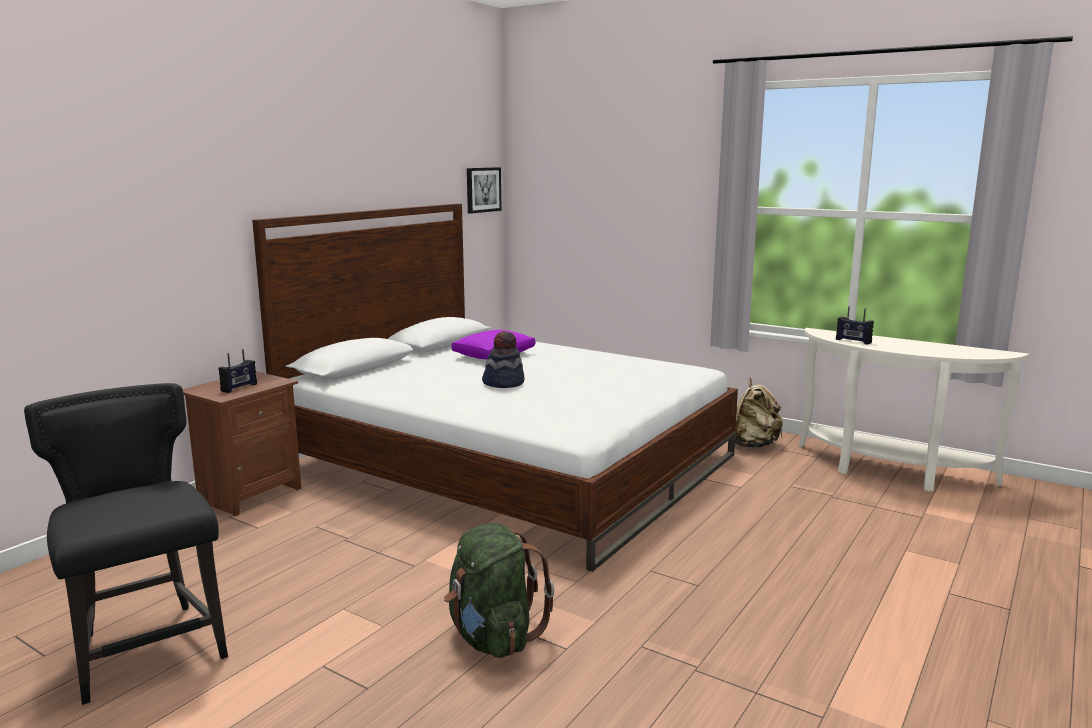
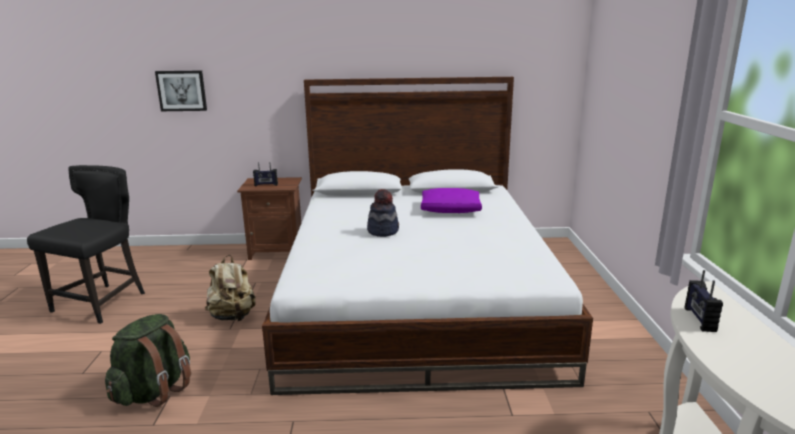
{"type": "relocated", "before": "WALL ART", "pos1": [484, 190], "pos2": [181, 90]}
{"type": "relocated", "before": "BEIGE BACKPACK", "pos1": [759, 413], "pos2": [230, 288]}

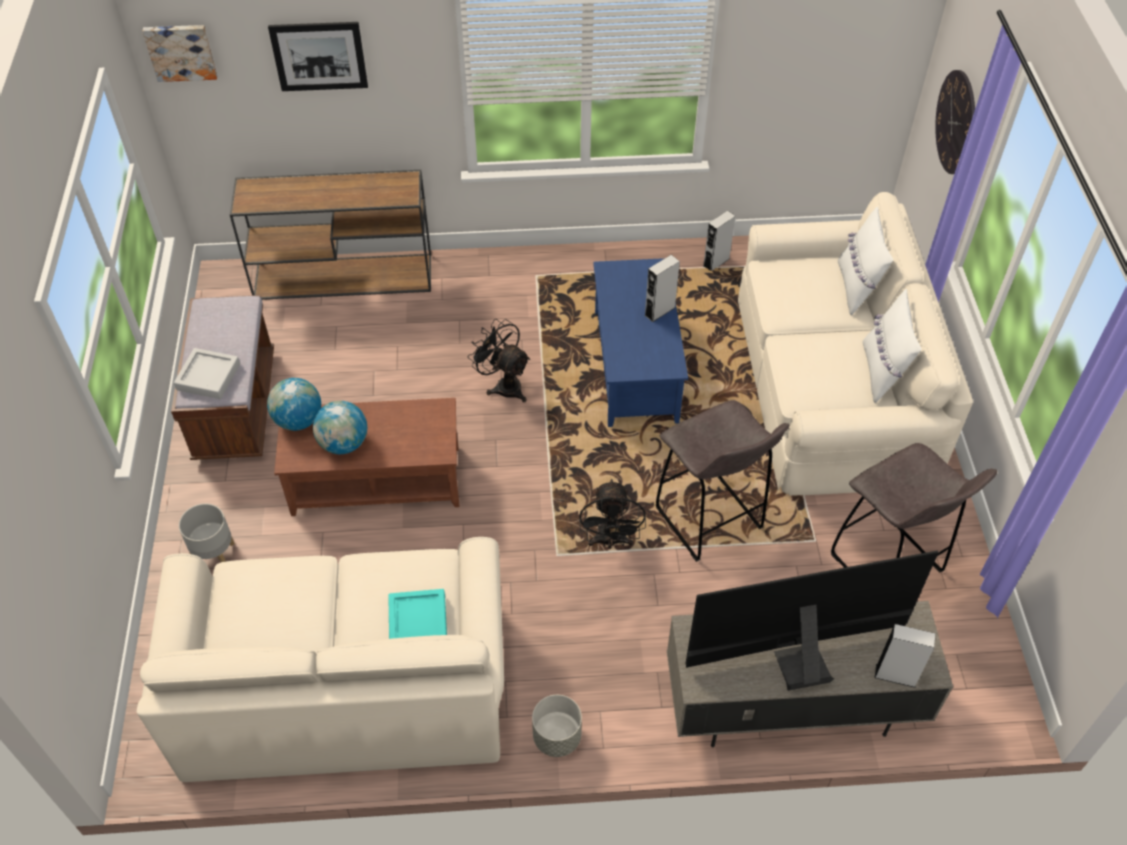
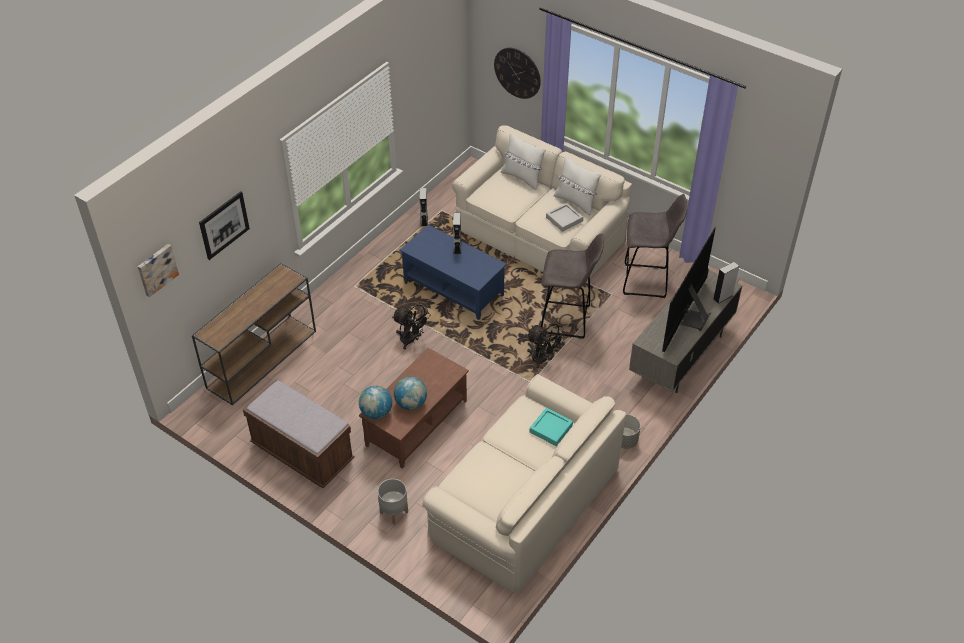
{"type": "spun", "before": "BLACKISH COOLING FAN", "pos1": [499, 360], "pos2": [411, 327], "turn": -135}
{"type": "relocated", "before": "GREYISH TRAY", "pos1": [207, 373], "pos2": [564, 217]}

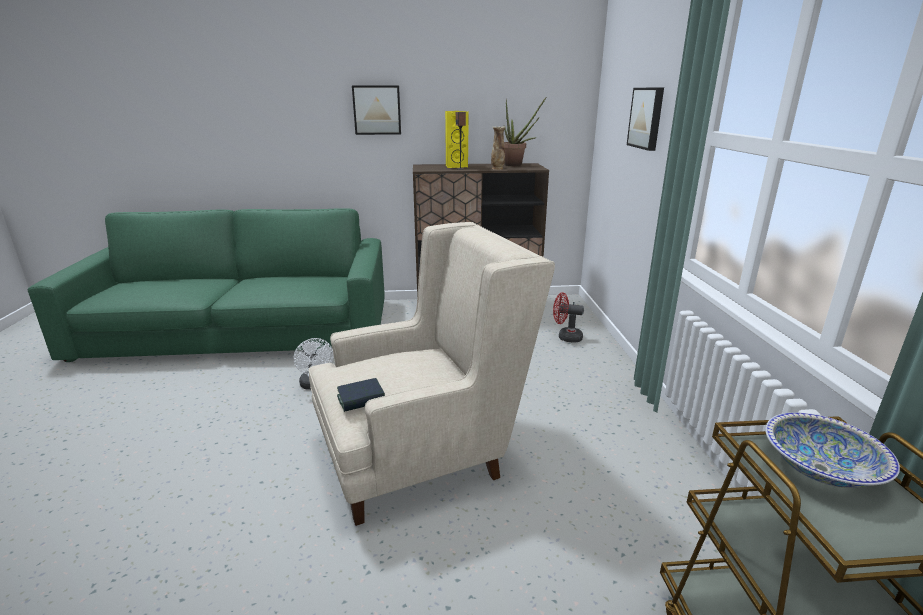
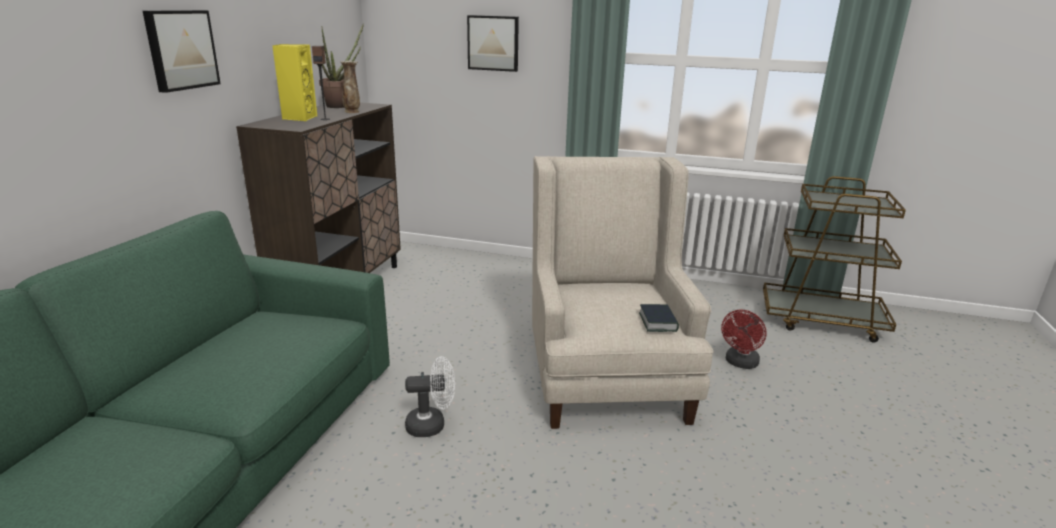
{"type": "relocated", "before": "REDDISH COOLING FAN", "pos1": [568, 317], "pos2": [744, 339]}
{"type": "missing", "before": "SERVING BOWL", "pos1": [832, 450]}

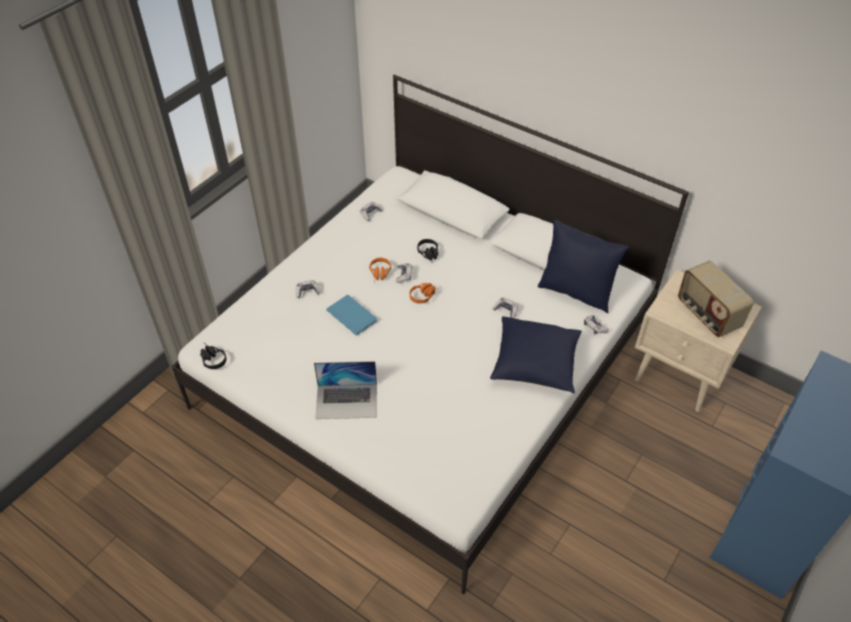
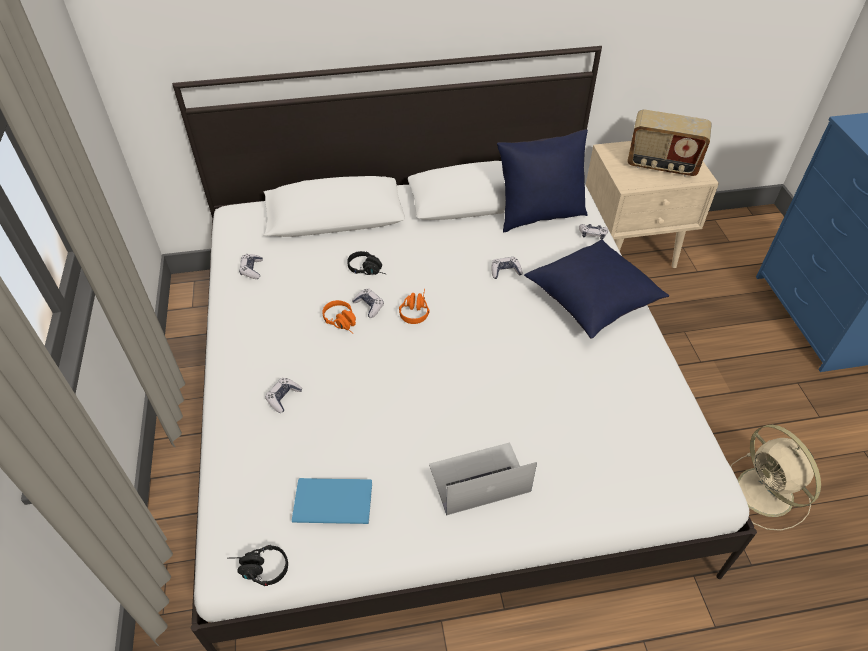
{"type": "relocated", "before": "BLUE BOUND BOOK", "pos1": [351, 315], "pos2": [332, 501]}
{"type": "spun", "before": "PORTABLE COMPUTER", "pos1": [345, 390], "pos2": [483, 479], "turn": -150}
{"type": "appeared", "after": "BEIGE COOLING FAN", "pos2": [775, 478]}

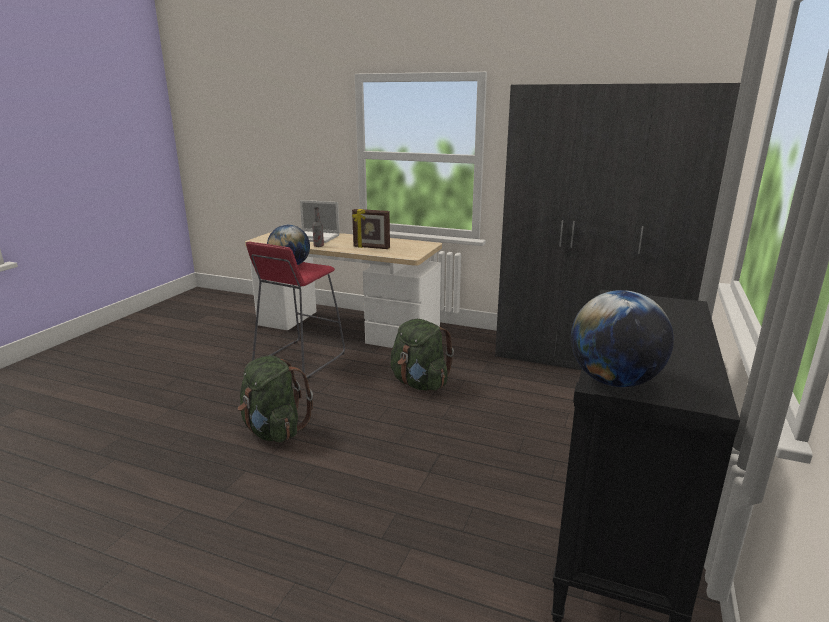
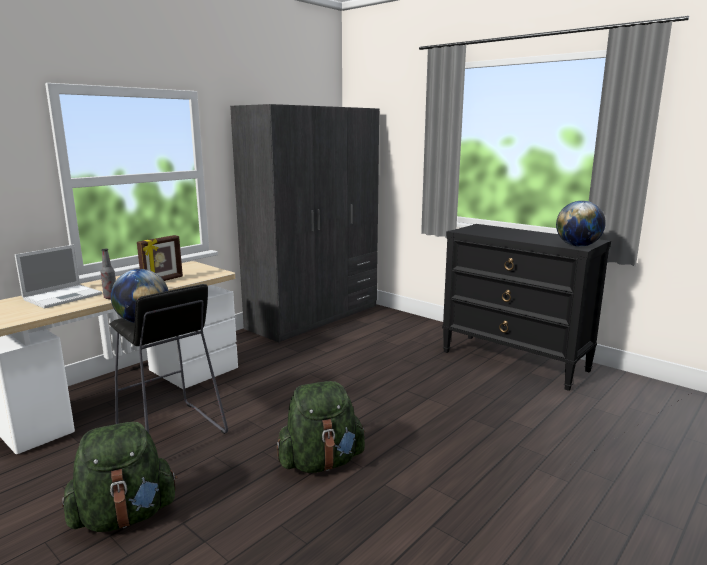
{"type": "colour", "before": "REDDISH STOOL SEAT", "after": "BLACKISH STOOL SEAT", "pos1": [295, 310], "pos2": [168, 359]}
{"type": "relocated", "before": "GREENISH BACKPACK", "pos1": [422, 355], "pos2": [120, 477]}

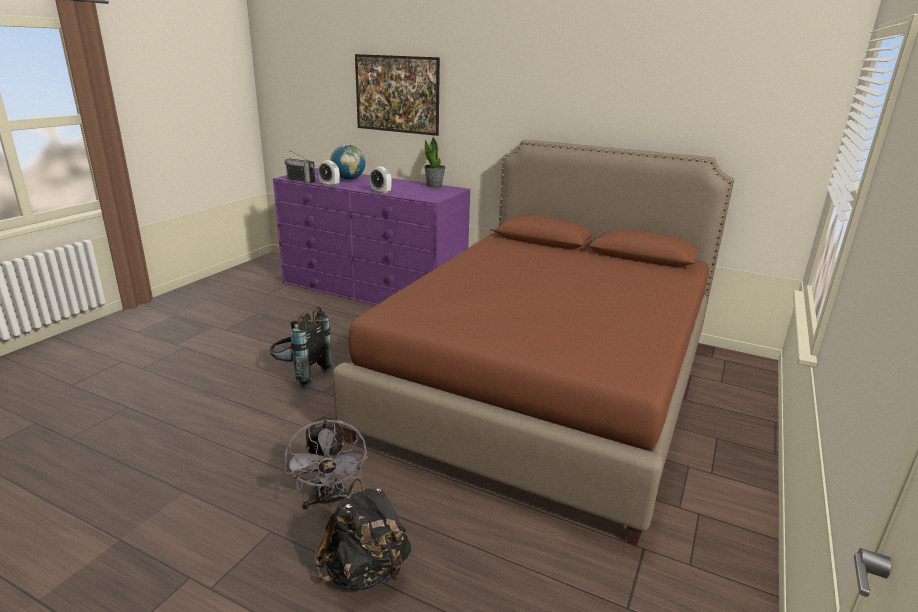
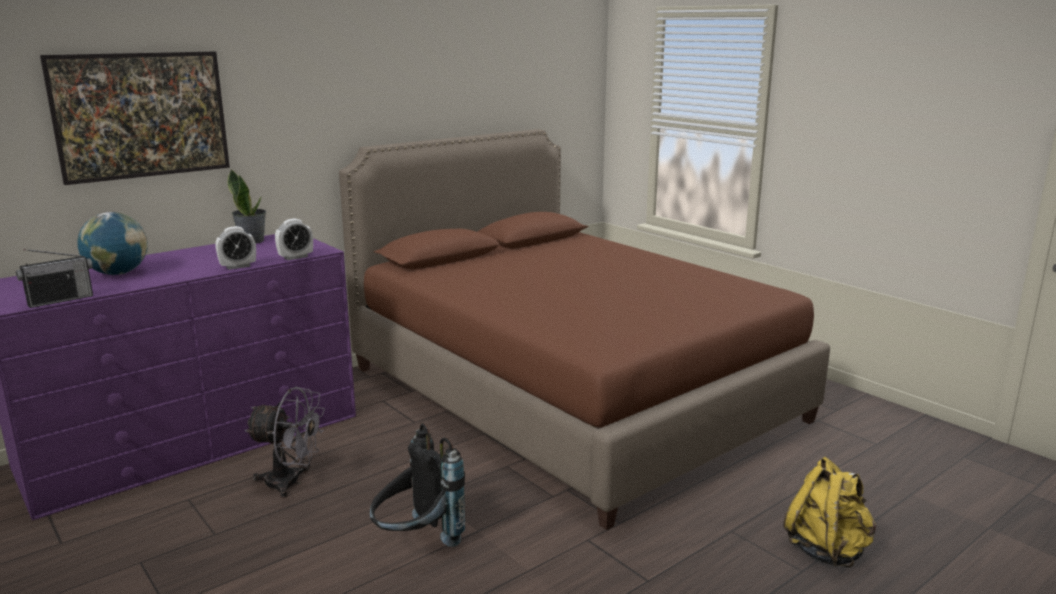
{"type": "relocated", "before": "TABLE CLOCK", "pos1": [329, 173], "pos2": [294, 239]}
{"type": "relocated", "before": "GREYISH COOLING FAN", "pos1": [326, 462], "pos2": [284, 442]}
{"type": "colour", "before": "BLACKISH BACKPACK", "after": "YELLOW BACKPACK", "pos1": [363, 534], "pos2": [829, 512]}

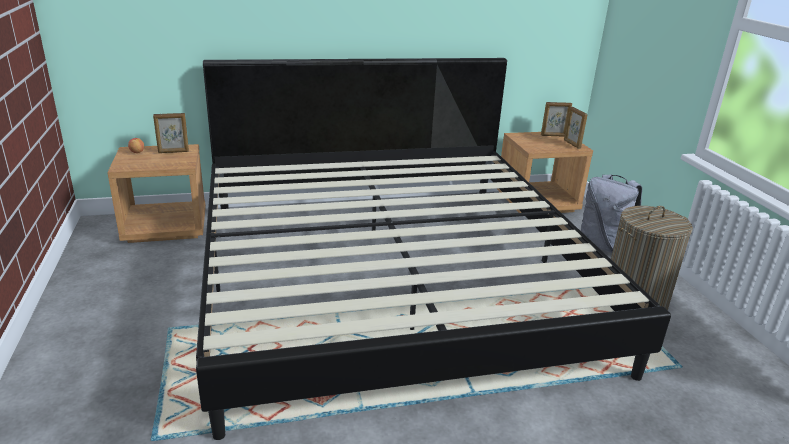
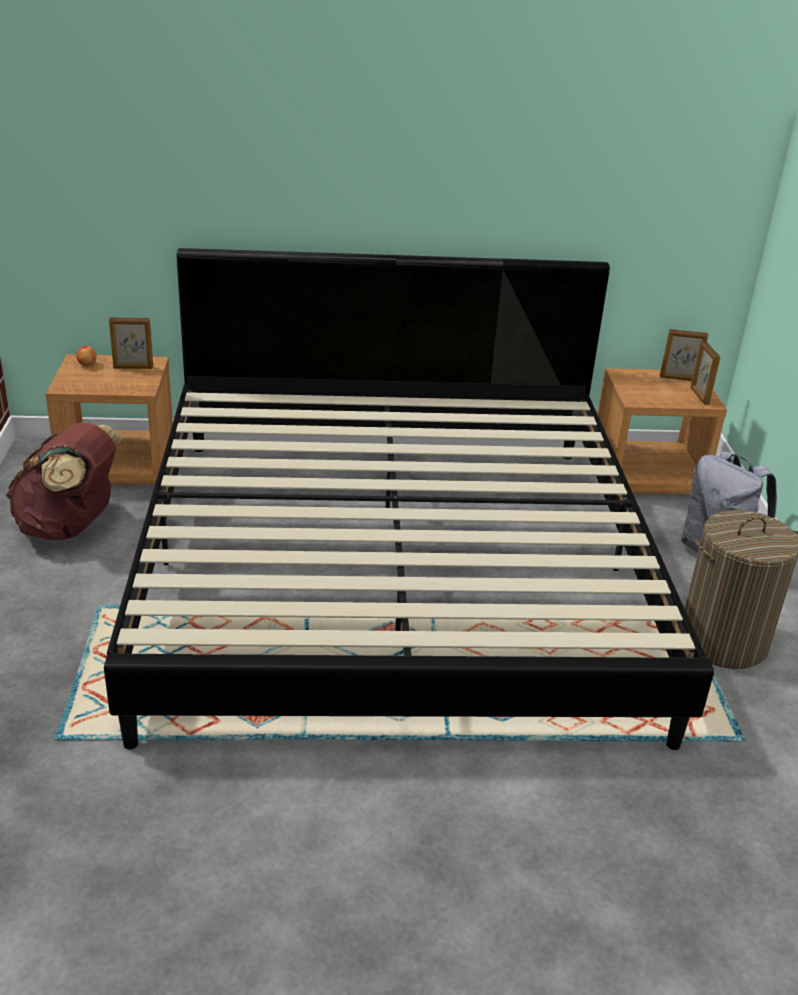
{"type": "appeared", "after": "BROWN BACKPACK", "pos2": [64, 481]}

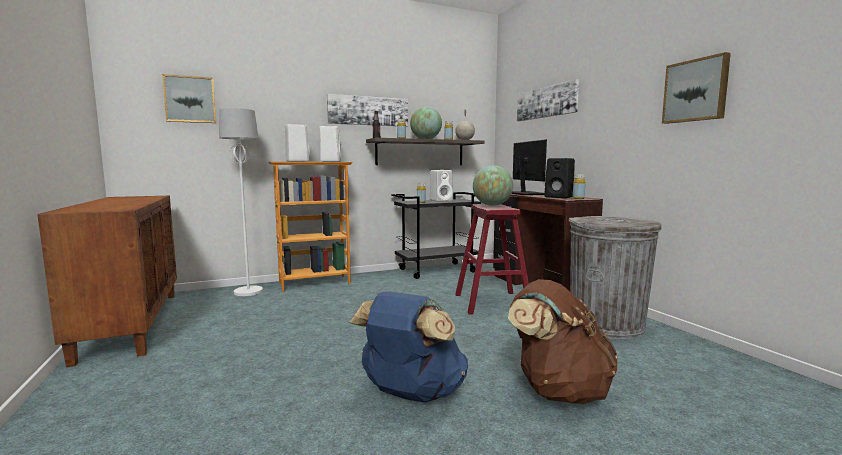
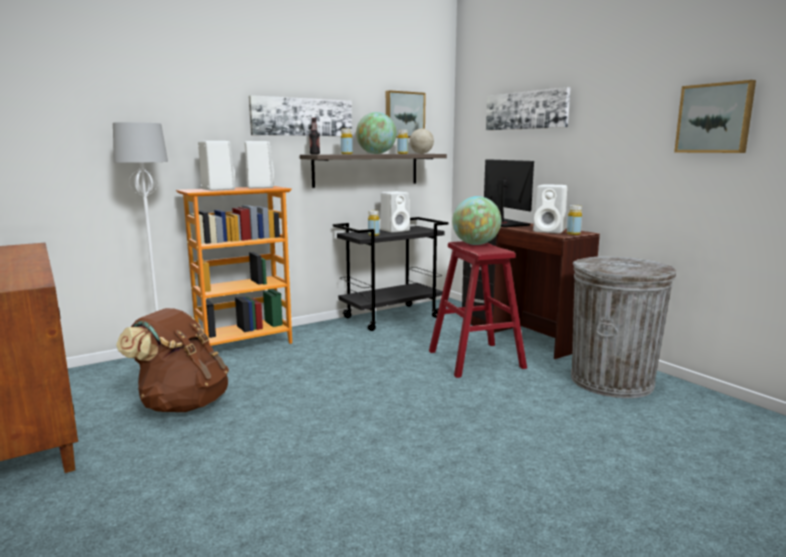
{"type": "relocated", "before": "WALL ART", "pos1": [189, 98], "pos2": [406, 114]}
{"type": "colour", "before": "BLACKISH AUDIO SPEAKER", "after": "WHITE AUDIO SPEAKER", "pos1": [559, 178], "pos2": [550, 209]}
{"type": "relocated", "before": "BROWN BACKPACK", "pos1": [563, 341], "pos2": [172, 360]}
{"type": "missing", "before": "BLUE BACKPACK", "pos1": [408, 347]}

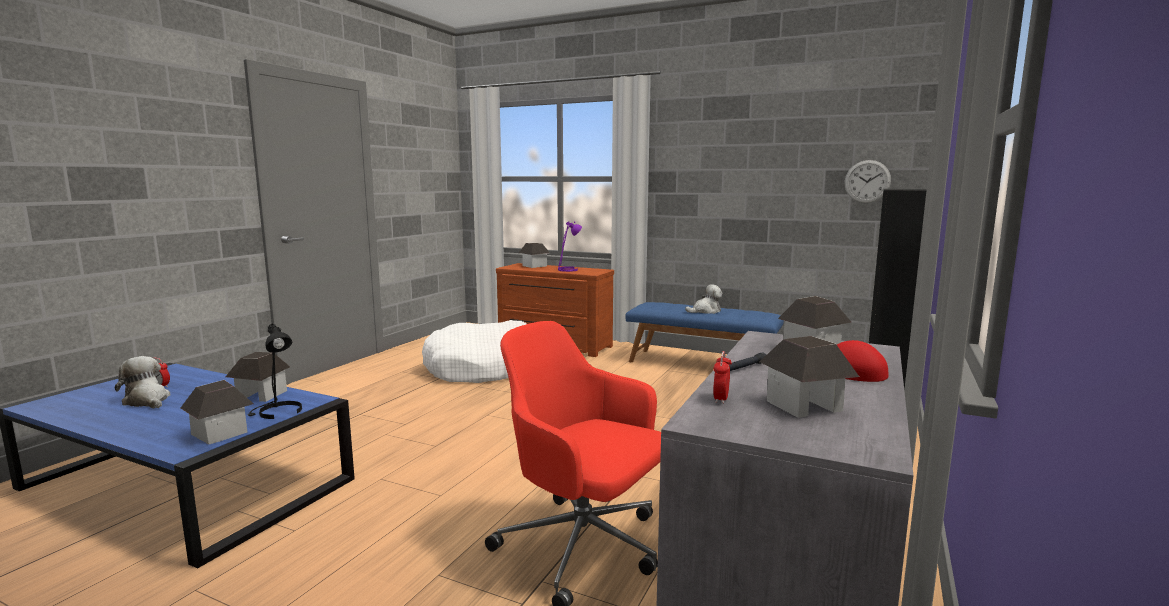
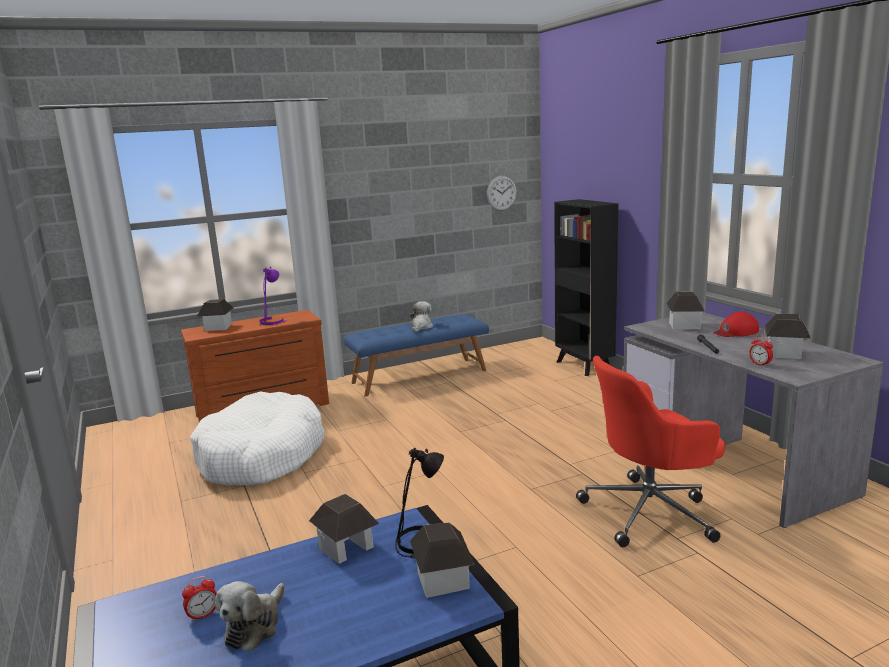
{"type": "spun", "before": "PLUSH TOY", "pos1": [143, 382], "pos2": [250, 616], "turn": -60}

